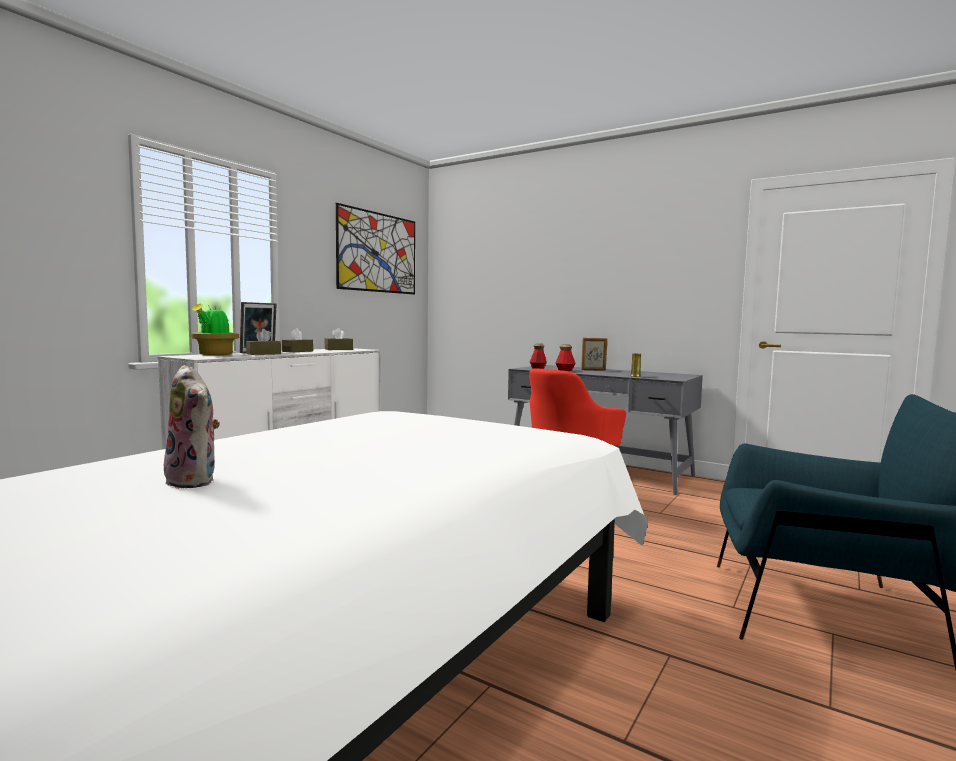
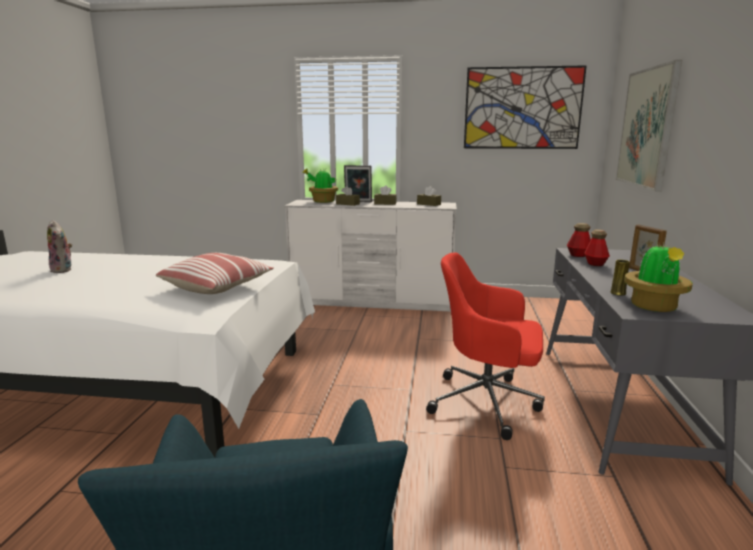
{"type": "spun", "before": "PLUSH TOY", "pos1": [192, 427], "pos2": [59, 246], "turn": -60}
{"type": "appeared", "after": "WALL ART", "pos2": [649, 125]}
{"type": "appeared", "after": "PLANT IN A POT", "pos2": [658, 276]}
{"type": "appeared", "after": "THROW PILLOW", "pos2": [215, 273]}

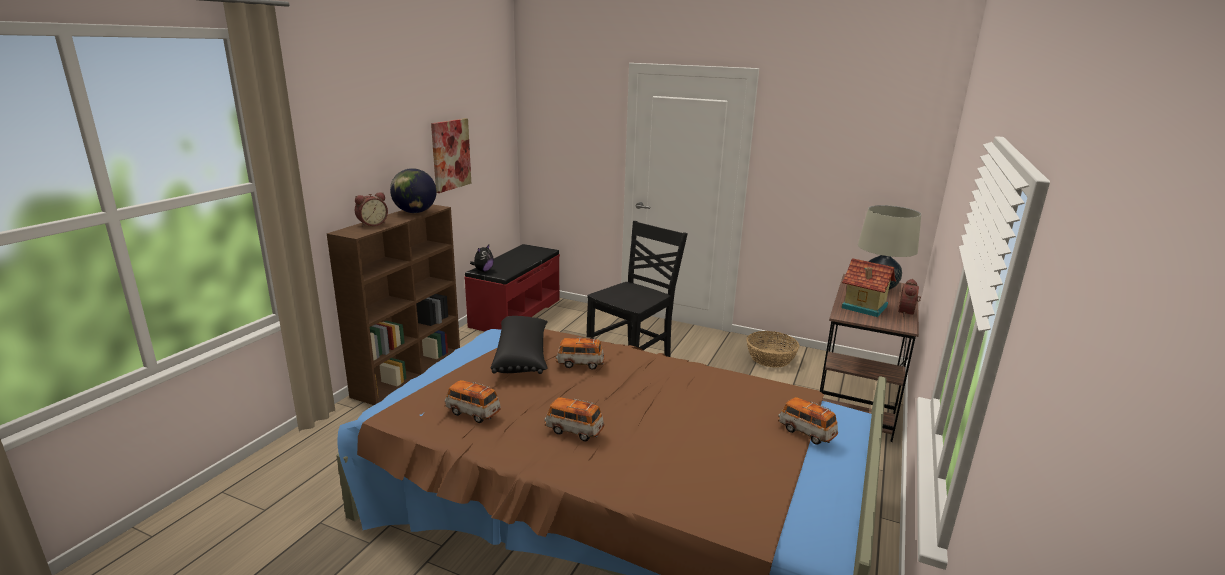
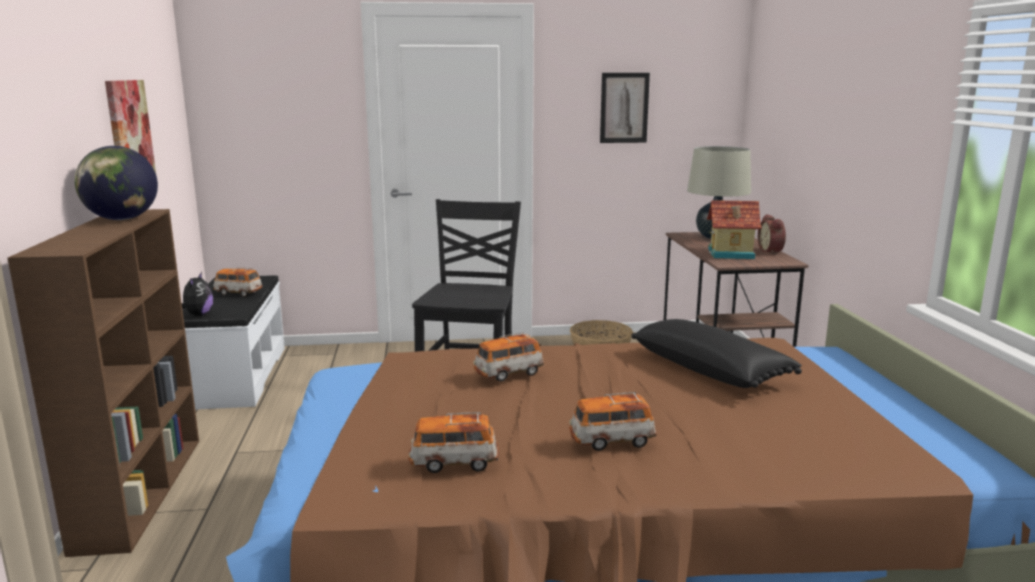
{"type": "missing", "before": "TABLE CLOCK", "pos1": [371, 209]}
{"type": "colour", "before": "REDDISH LONG SEAT", "after": "WHITE LONG SEAT", "pos1": [512, 287], "pos2": [233, 342]}
{"type": "relocated", "before": "BLACKISH THROW PILLOW", "pos1": [519, 345], "pos2": [716, 353]}
{"type": "relocated", "before": "TOY CAR", "pos1": [808, 421], "pos2": [238, 282]}
{"type": "appeared", "after": "WALL ART", "pos2": [625, 108]}

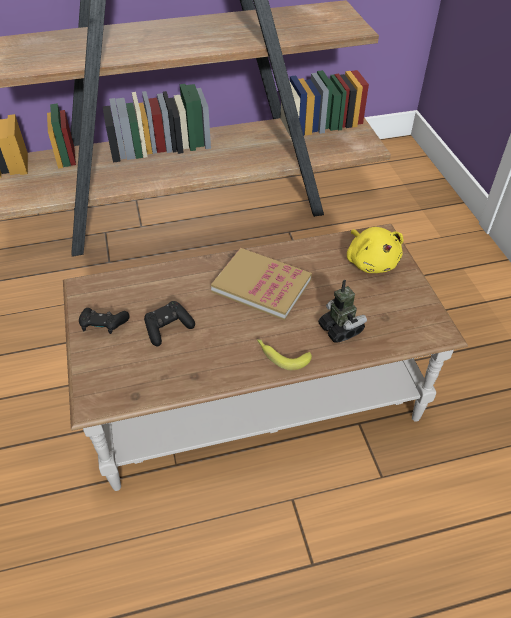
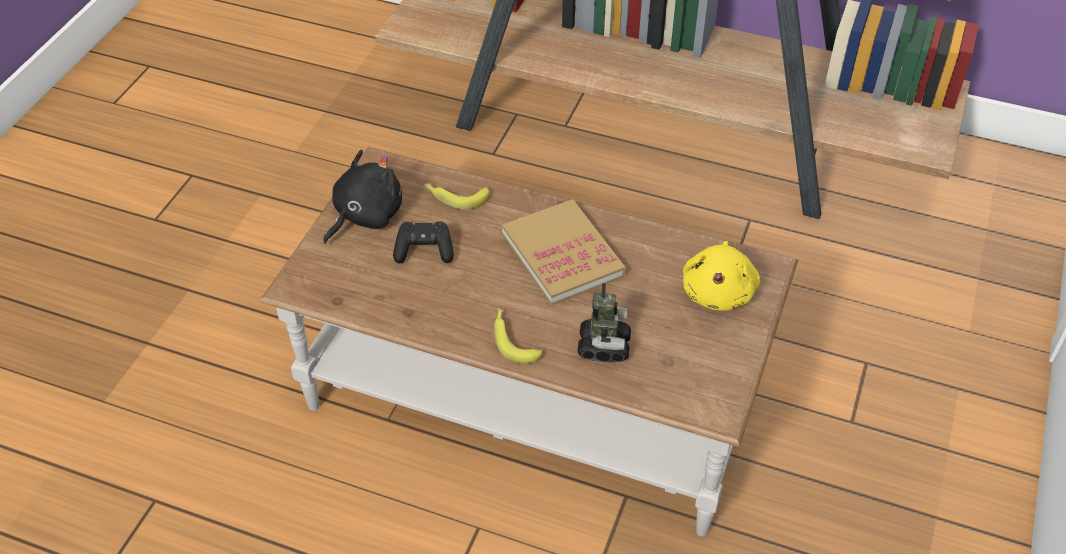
{"type": "exchanged", "before": "BLACKISH GAME CONTROLLER", "after": "BLACKISH PLUSH TOY", "pos1": [104, 321], "pos2": [362, 197]}
{"type": "appeared", "after": "BANANA", "pos2": [457, 196]}

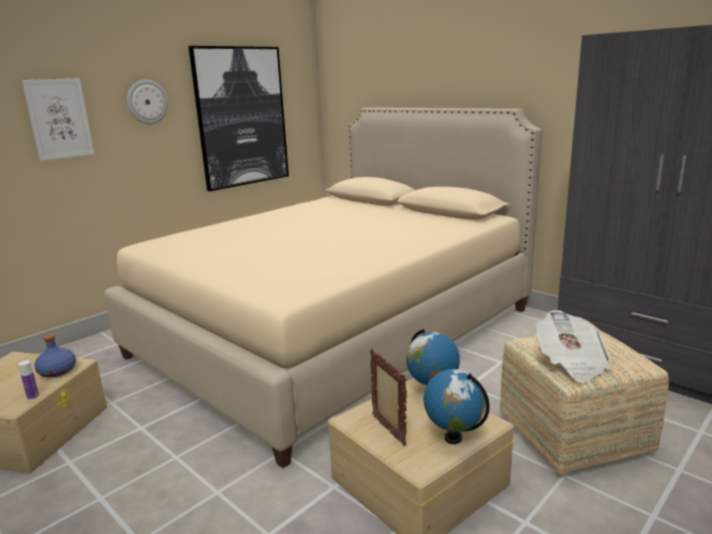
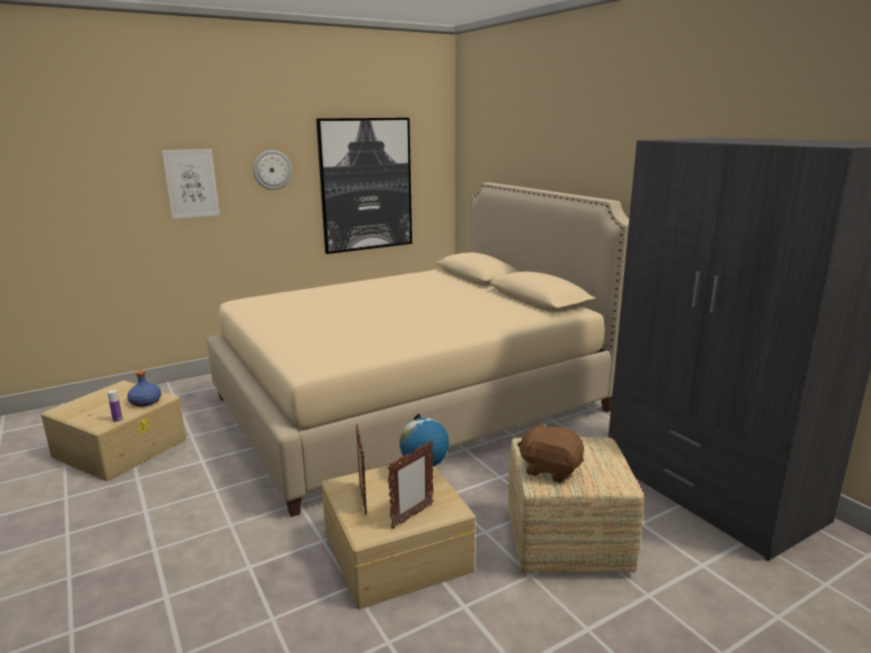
{"type": "exchanged", "before": "DAILY PAPER", "after": "BROWN PLUSH TOY", "pos1": [574, 346], "pos2": [550, 452]}
{"type": "exchanged", "before": "DESK GLOBE", "after": "STANDING FRAME", "pos1": [457, 406], "pos2": [410, 485]}

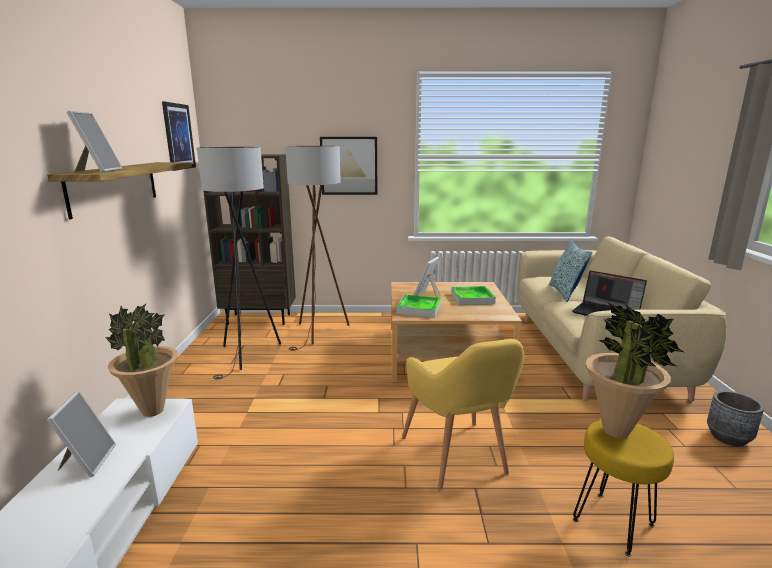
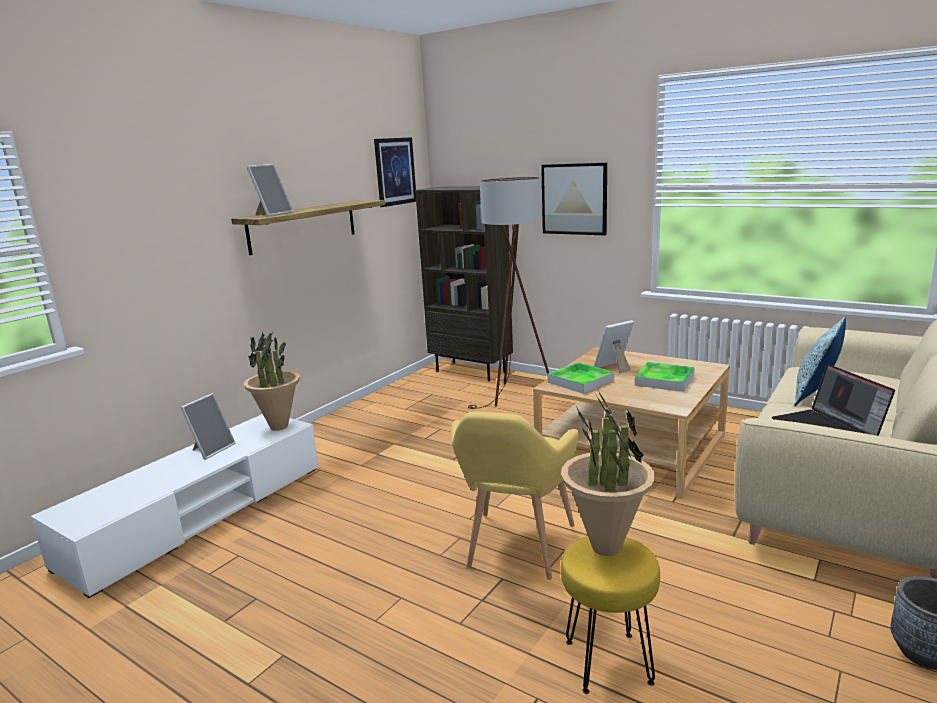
{"type": "missing", "before": "GREYISH STANDARD LAMP", "pos1": [239, 263]}

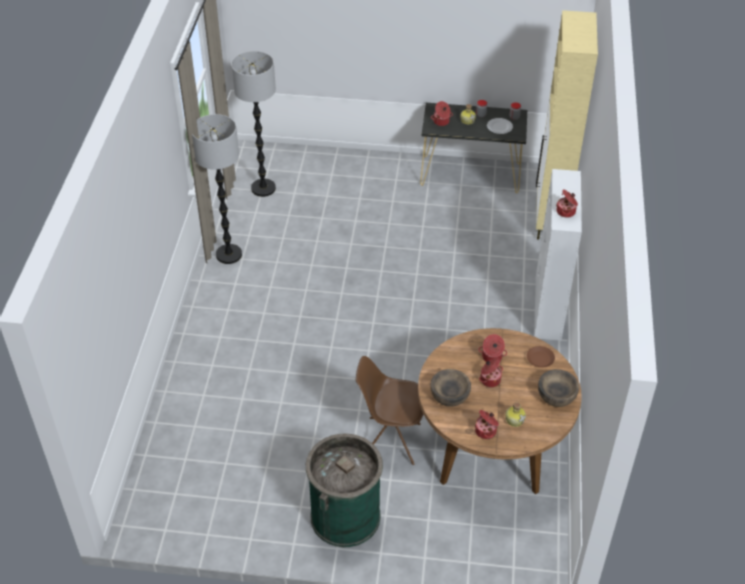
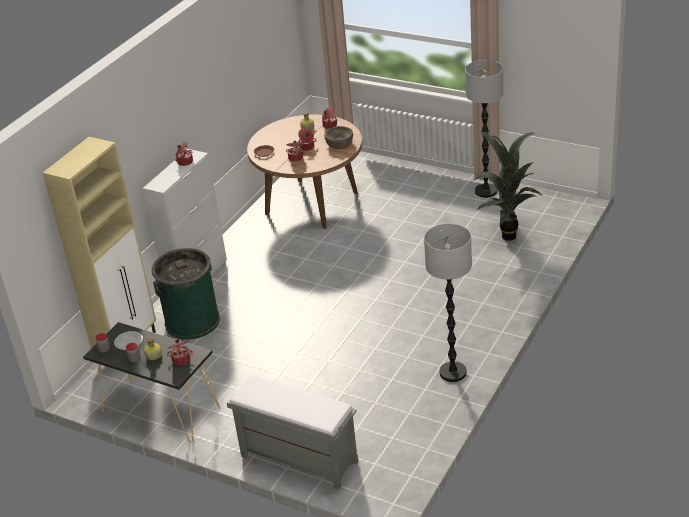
{"type": "relocated", "before": "STANDARD LAMP", "pos1": [253, 124], "pos2": [484, 129]}
{"type": "missing", "before": "BROWN CHAIR", "pos1": [389, 410]}
{"type": "missing", "before": "BROWN SERVING BOWL", "pos1": [558, 388]}
{"type": "relocated", "before": "GREENISH WASTE BIN", "pos1": [344, 490], "pos2": [185, 294]}
{"type": "appeared", "after": "PLANT IN A POT", "pos2": [508, 186]}
{"type": "appeared", "after": "GREYISH LONG SEAT", "pos2": [292, 432]}

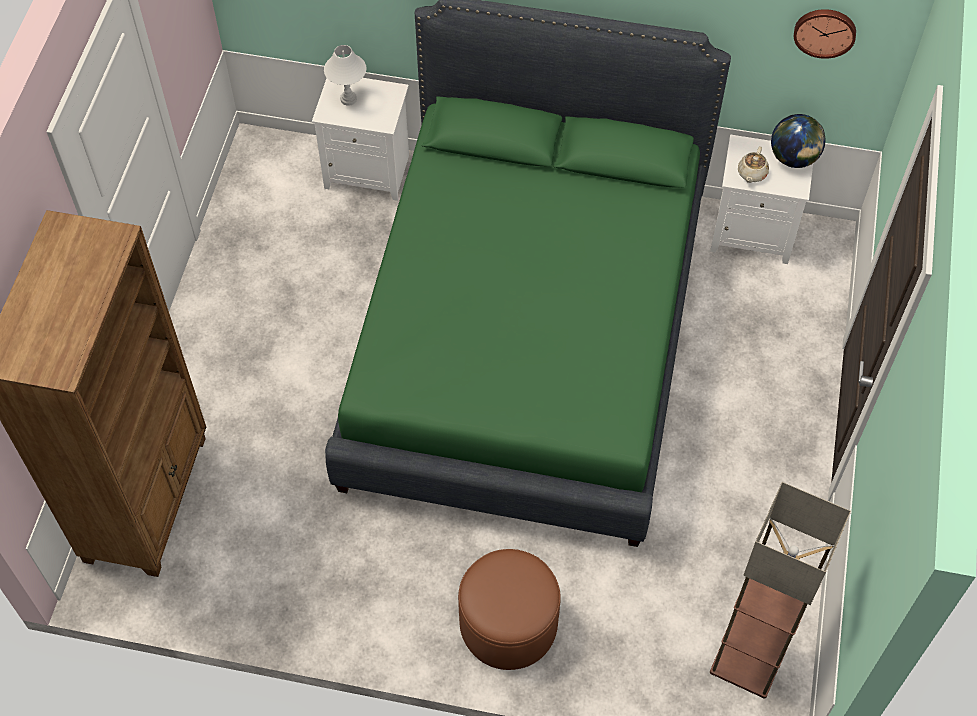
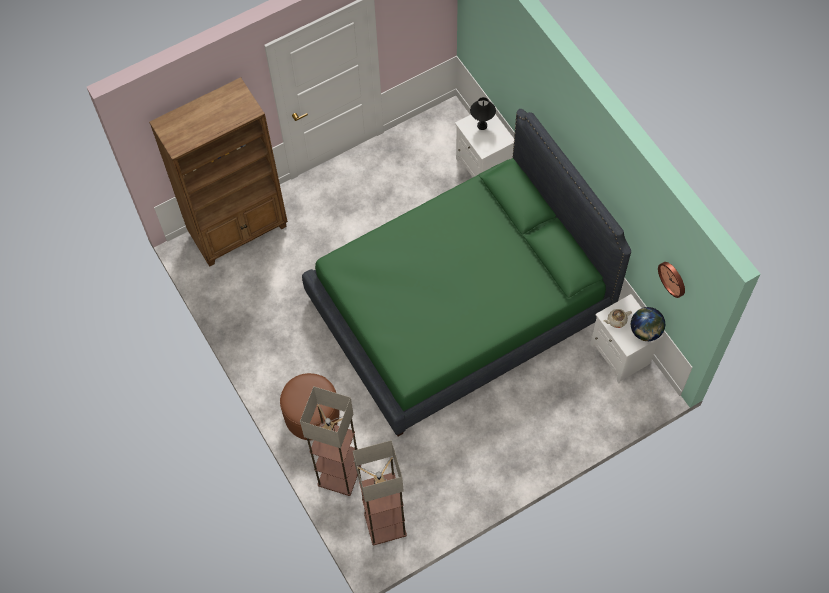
{"type": "colour", "before": "WHITE TABLETOP LAMP", "after": "BLACKISH TABLETOP LAMP", "pos1": [345, 75], "pos2": [483, 113]}
{"type": "appeared", "after": "STANDARD LAMP", "pos2": [330, 441]}

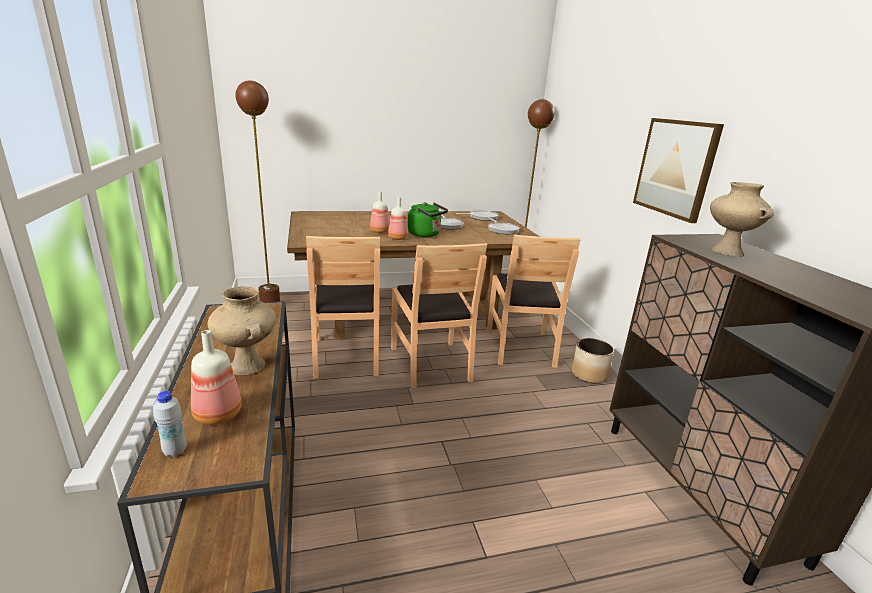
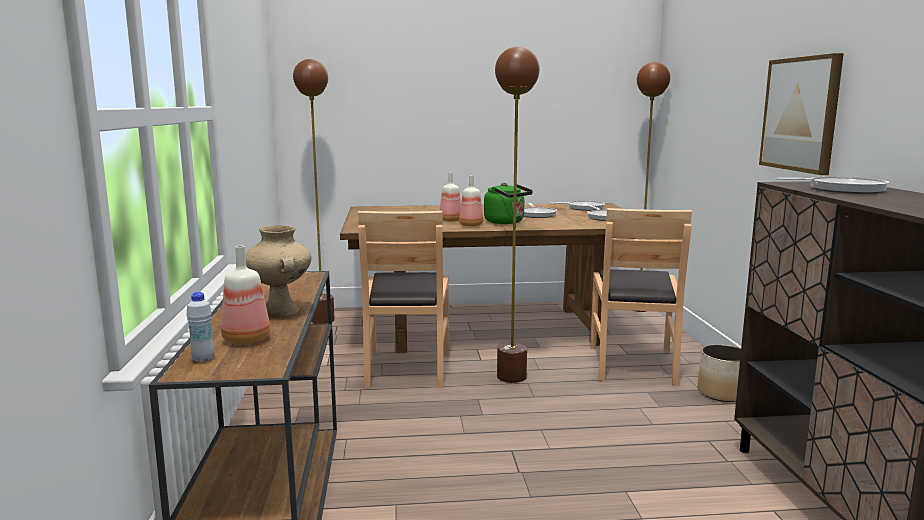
{"type": "exchanged", "before": "BEIGE FLOWER VASE", "after": "SKILLET", "pos1": [742, 219], "pos2": [832, 185]}
{"type": "exchanged", "before": "BROWN CHAIR", "after": "BROWN STANDARD LAMP", "pos1": [439, 316], "pos2": [517, 214]}

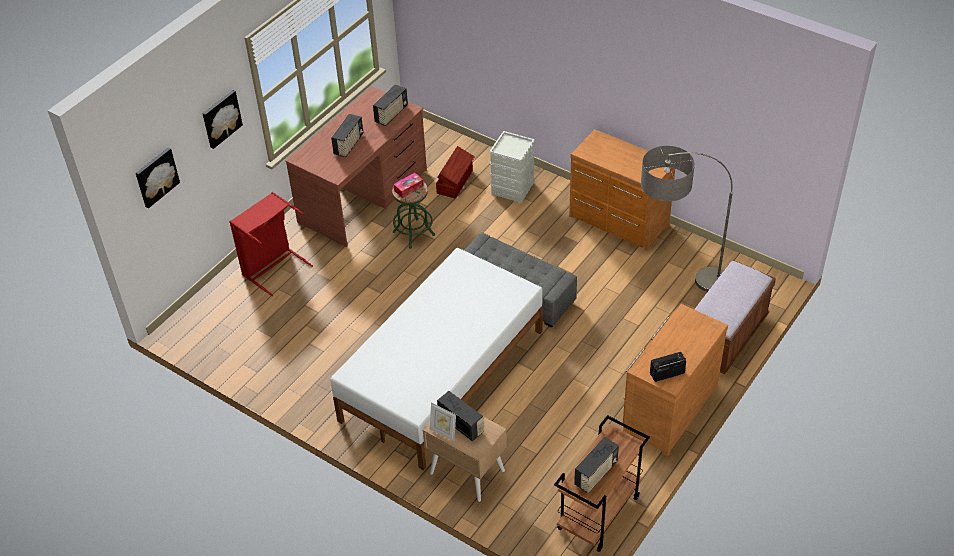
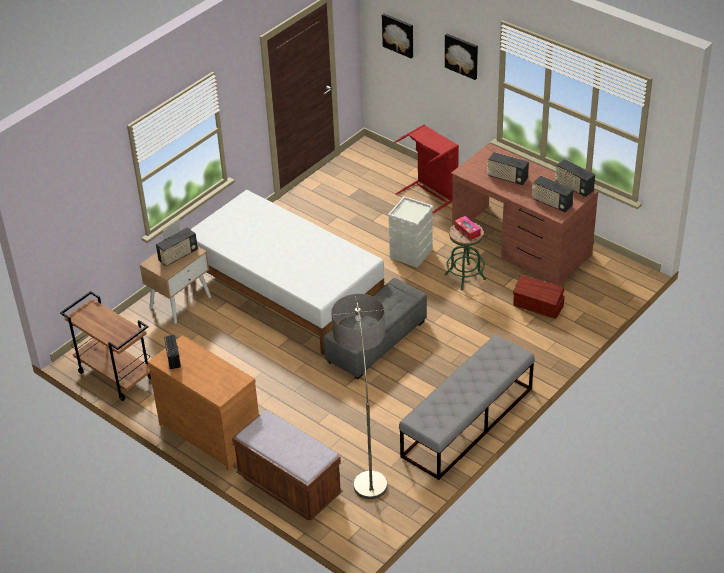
{"type": "exchanged", "before": "BROWN DRAWER CHEST", "after": "GREYISH LONG SEAT", "pos1": [622, 190], "pos2": [467, 407]}
{"type": "relocated", "before": "GREYISH STORAGE BOX", "pos1": [512, 167], "pos2": [410, 232]}
{"type": "relocated", "before": "RADIO", "pos1": [596, 465], "pos2": [575, 178]}

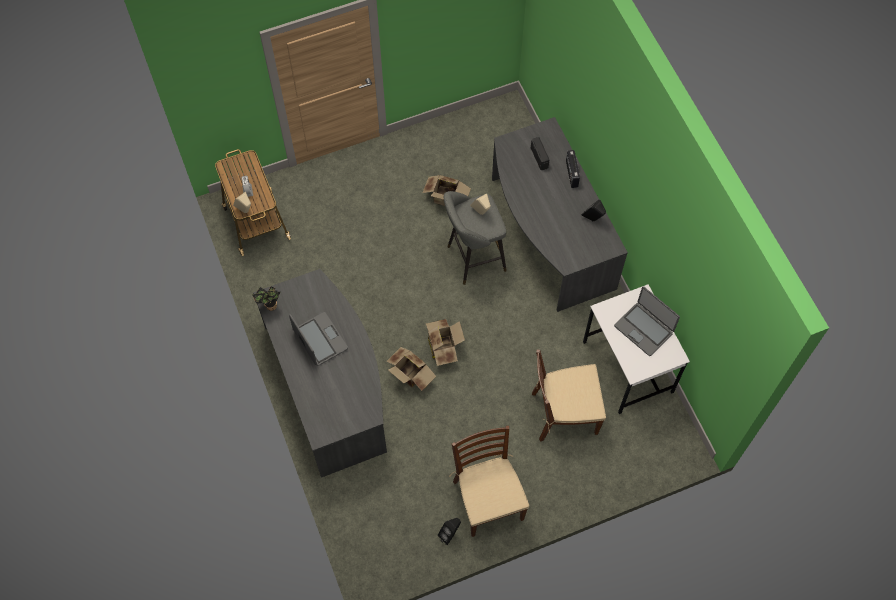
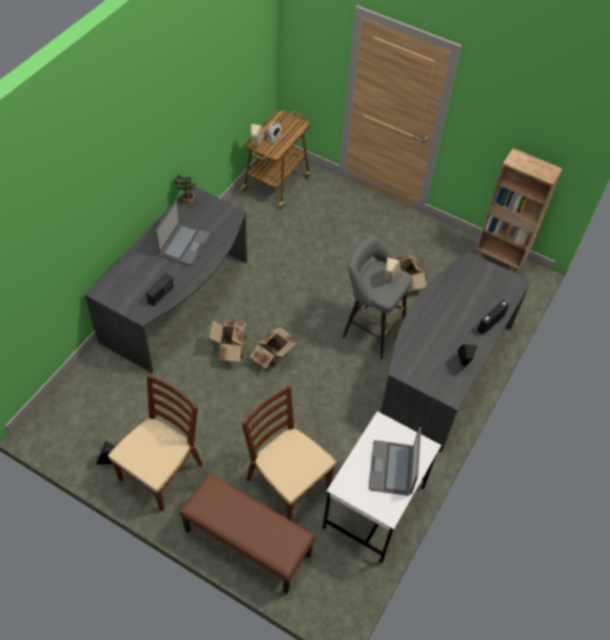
{"type": "relocated", "before": "RADIO", "pos1": [540, 153], "pos2": [160, 289]}
{"type": "appeared", "after": "BROWN BOOKSHELF", "pos2": [519, 210]}
{"type": "appeared", "after": "BROWN LONG SEAT", "pos2": [247, 533]}

